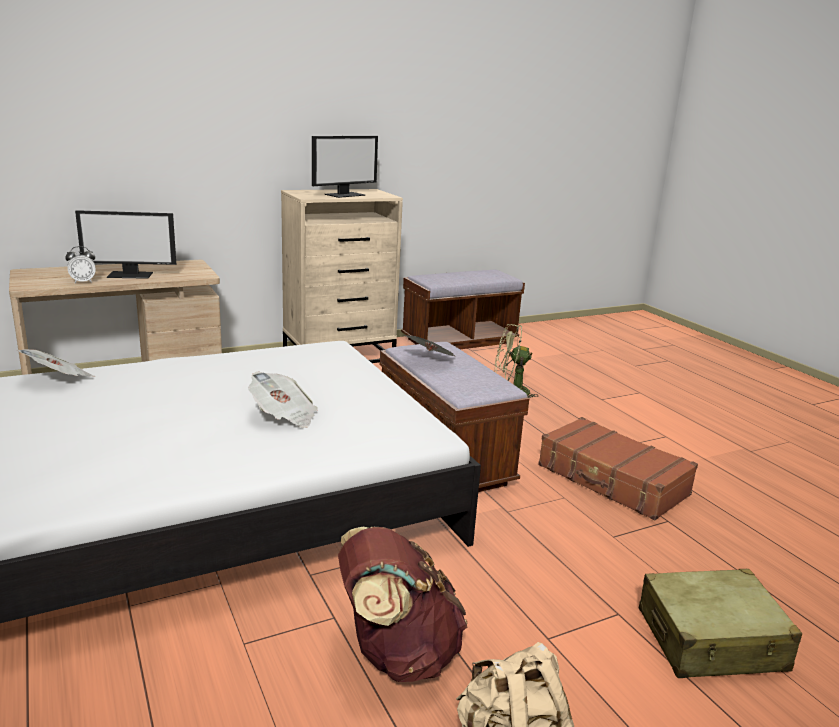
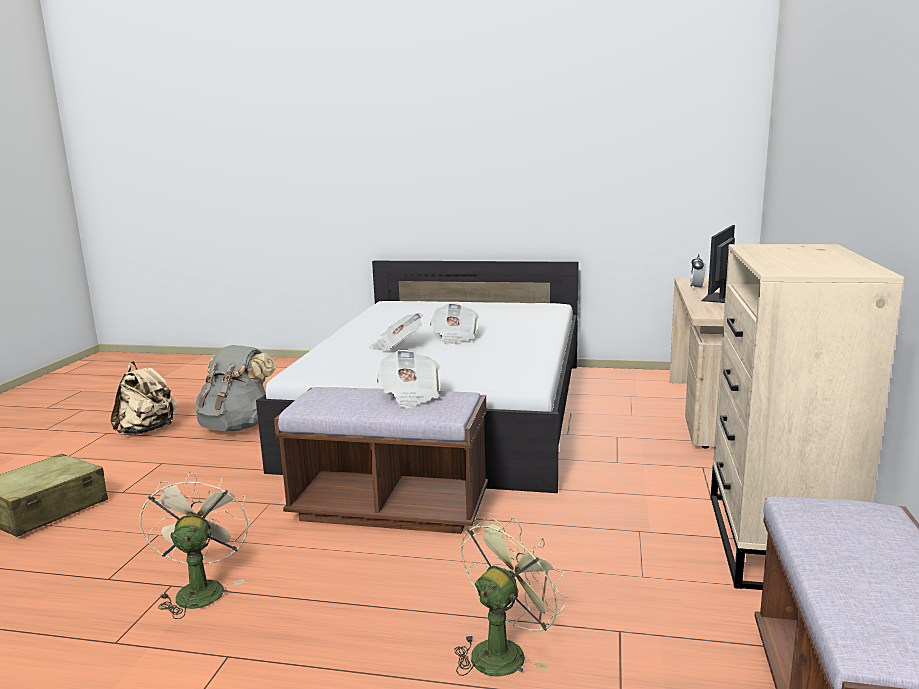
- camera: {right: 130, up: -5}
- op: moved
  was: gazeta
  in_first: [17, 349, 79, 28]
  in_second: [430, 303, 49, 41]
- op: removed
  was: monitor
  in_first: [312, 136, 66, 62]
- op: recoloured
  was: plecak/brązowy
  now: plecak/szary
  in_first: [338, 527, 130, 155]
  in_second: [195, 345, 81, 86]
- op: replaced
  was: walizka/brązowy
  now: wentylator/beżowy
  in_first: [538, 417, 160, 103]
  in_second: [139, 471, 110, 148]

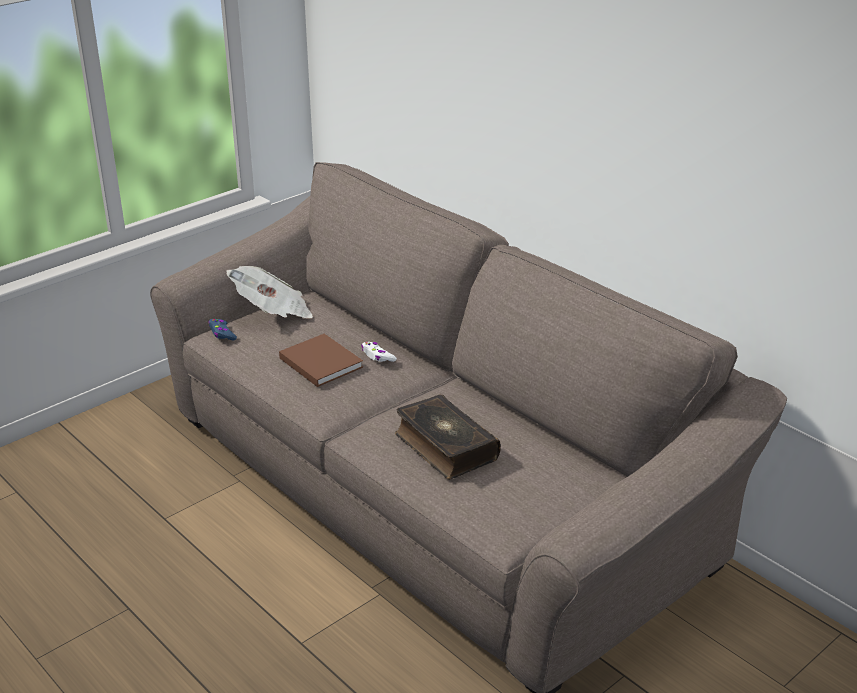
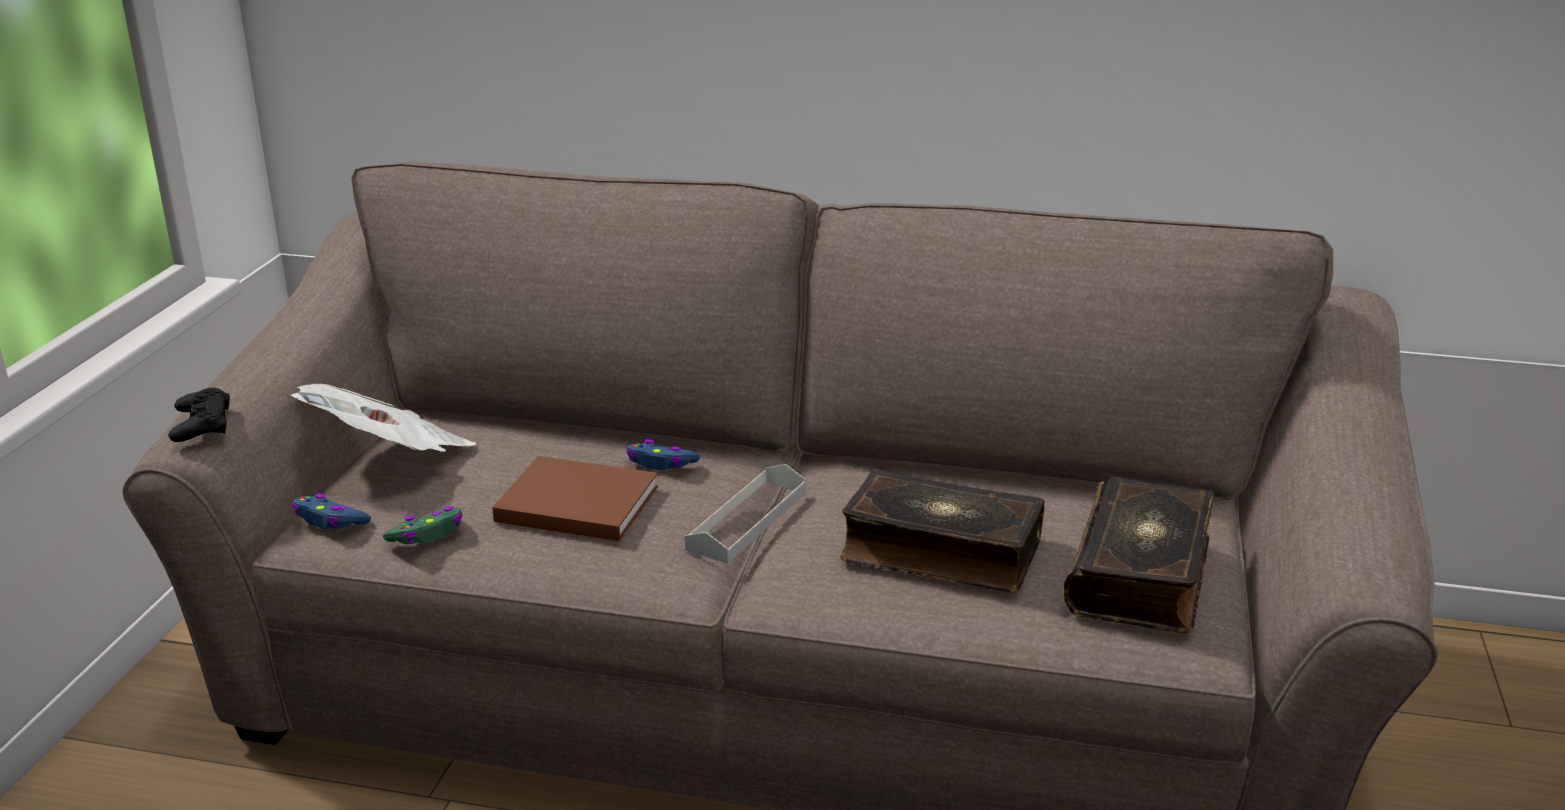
- camera: {right: -35, up: -5}
- op: recoloured
  was: pad do gier/biały
  now: pad do gier/niebieski
  in_first: [361, 342, 36, 20]
  in_second: [626, 439, 74, 31]
- op: added
  now: pad do gier/czarny
  in_second: [168, 388, 62, 54]
- op: added
  now: pad do gier/zielony
  in_second: [383, 506, 80, 38]
- op: added
  now: taca/szary
  in_second: [685, 464, 121, 100]
- op: added
  now: książka
  in_second: [1063, 477, 152, 156]

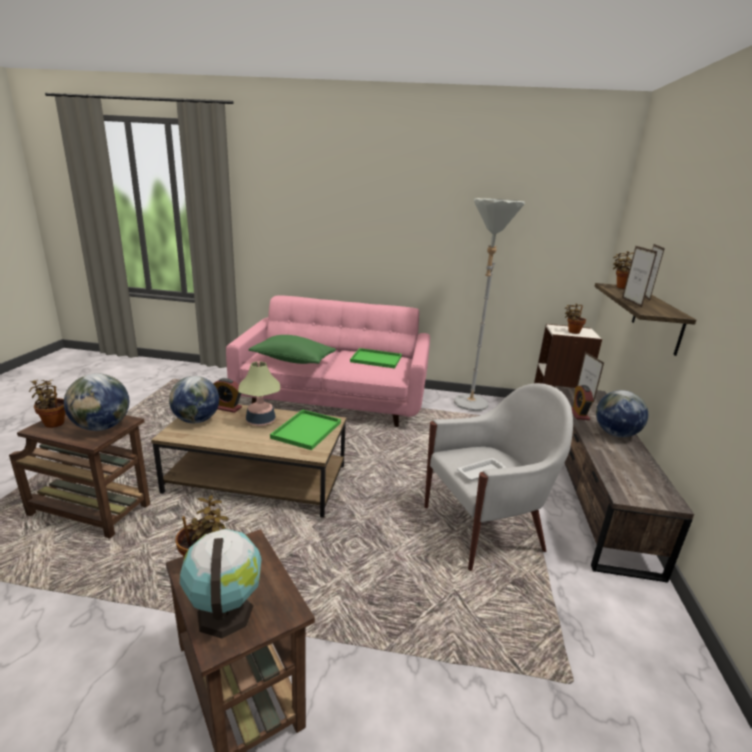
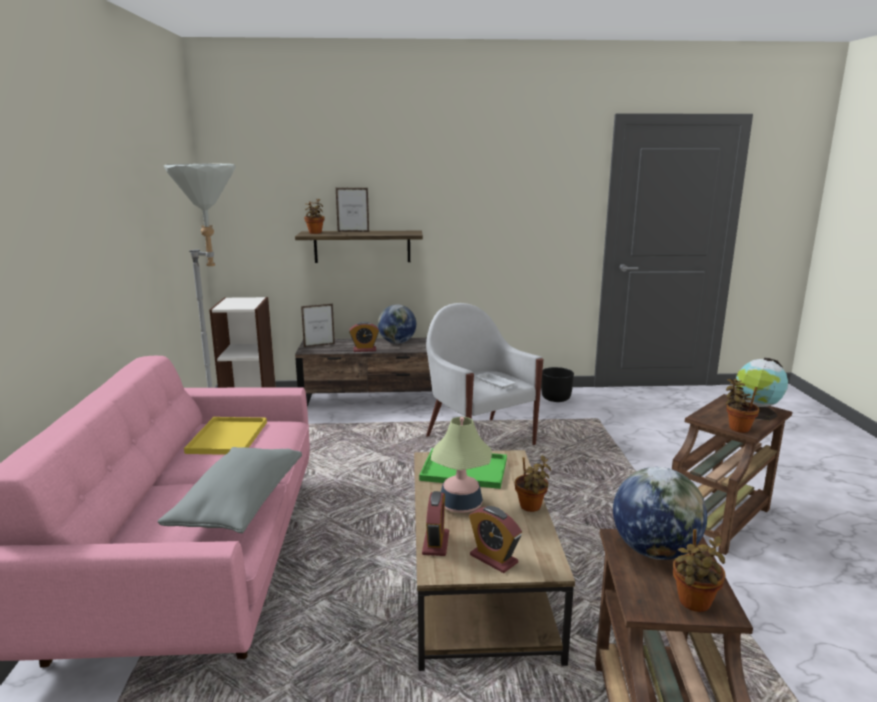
- camera: {right: -100, up: -5}
- op: replaced
  was: globus
  now: budzik
  in_first: [169, 376, 50, 47]
  in_second: [469, 506, 53, 67]
- op: recoloured
  was: poduszka/zielony
  now: poduszka/szary
  in_first: [249, 335, 87, 29]
  in_second: [157, 447, 145, 86]
- op: recoloured
  was: taca/zielony
  now: taca/żółty
  in_first: [350, 348, 52, 21]
  in_second: [184, 417, 83, 38]
- op: moved
  was: roślina doniczkowa
  in_first: [565, 304, 21, 30]
  in_second: [515, 455, 36, 57]
- op: removed
  was: ramka na zdjęcie
  in_first: [622, 246, 36, 61]
- op: added
  now: donica/czarny
  in_second: [541, 367, 33, 35]

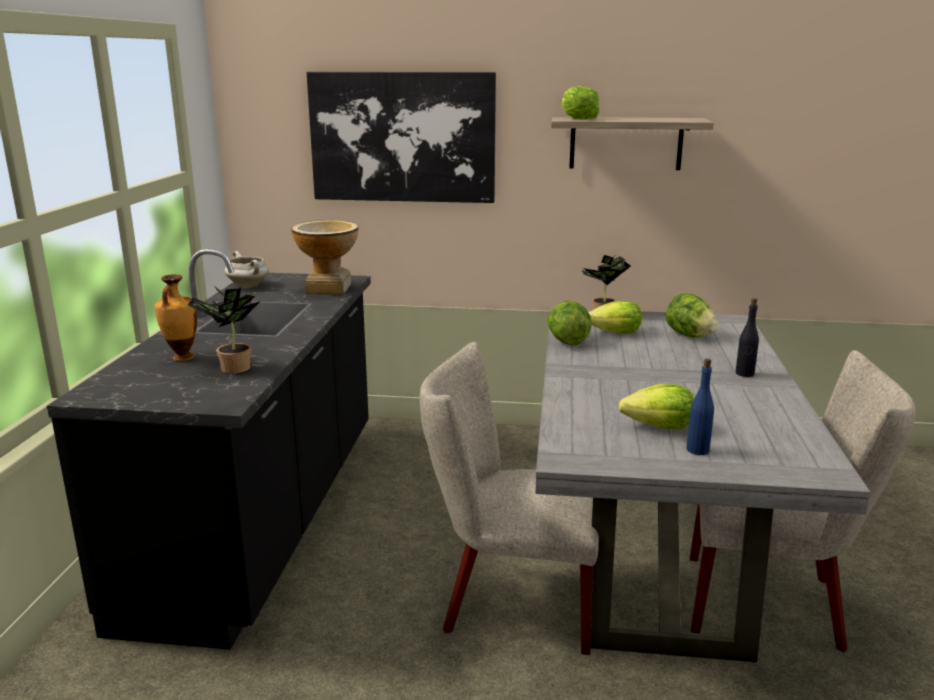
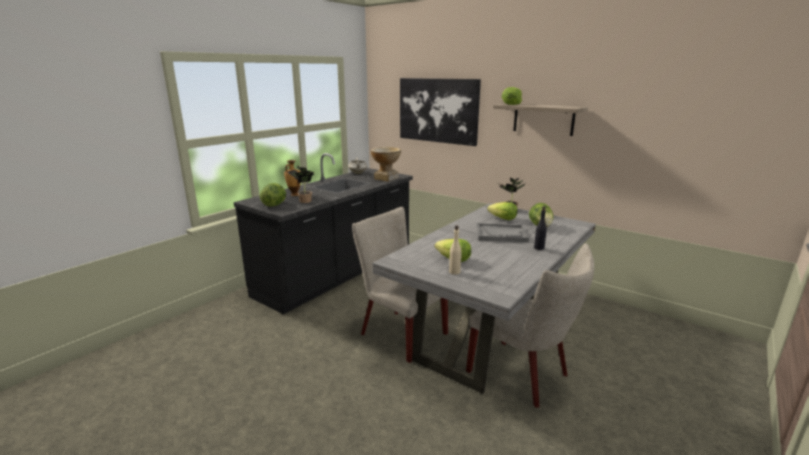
- camera: {right: 30, up: 0}
- op: moved
  was: sałata
  in_first: [548, 300, 44, 46]
  in_second: [260, 183, 26, 24]
- op: recoloured
  was: butelka/niebieski
  now: butelka/beżowy
  in_first: [686, 358, 28, 97]
  in_second: [449, 225, 13, 50]
- op: added
  now: taca/szary
  in_second: [477, 223, 52, 20]

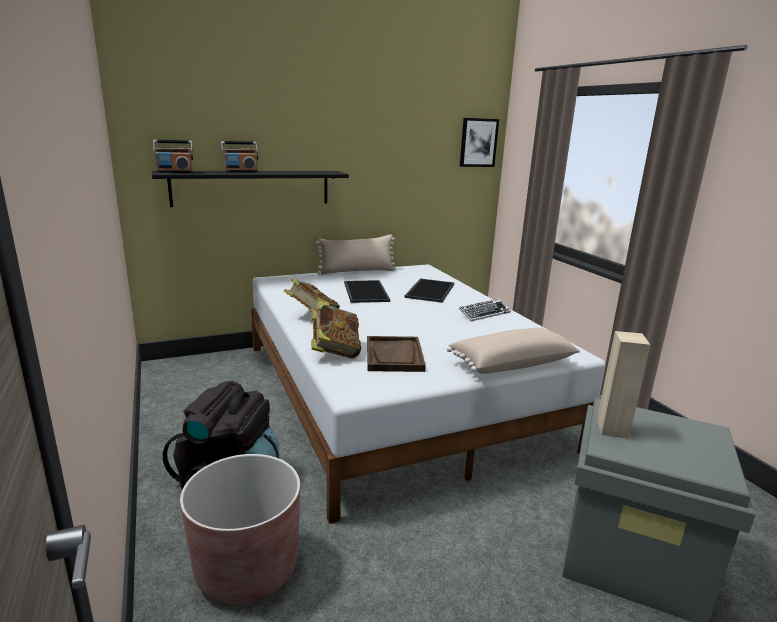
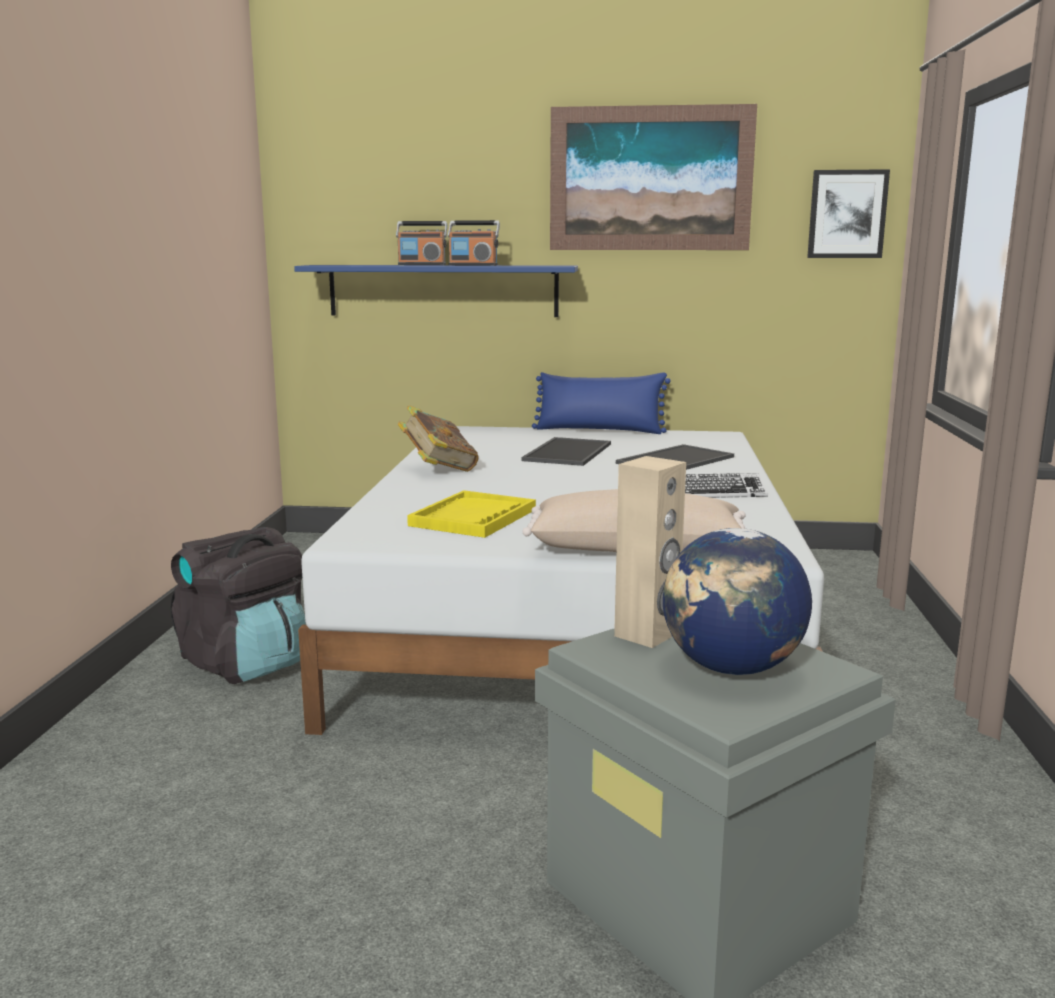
- camera: {right: 30, up: -5}
- op: recoloured
  was: półka/czarny
  now: półka/niebieski
  in_first: [152, 171, 197, 36]
  in_second: [294, 265, 284, 52]
- op: moved
  was: radio
  in_first: [153, 140, 40, 33]
  in_second: [448, 220, 52, 46]
- op: removed
  was: donica/brązowy
  in_first: [180, 454, 120, 151]
- op: removed
  was: książka
  in_first: [311, 301, 50, 57]
- op: recoloured
  was: poduszka/beżowy
  now: poduszka/niebieski
  in_first: [316, 234, 80, 41]
  in_second: [532, 372, 139, 62]
- op: recoloured
  was: taca/brązowy
  now: taca/żółty
  in_first: [367, 336, 59, 36]
  in_second: [407, 490, 129, 48]
- op: added
  now: obraz
  in_second: [550, 104, 207, 146]
- op: added
  now: globus
  in_second: [663, 528, 149, 147]

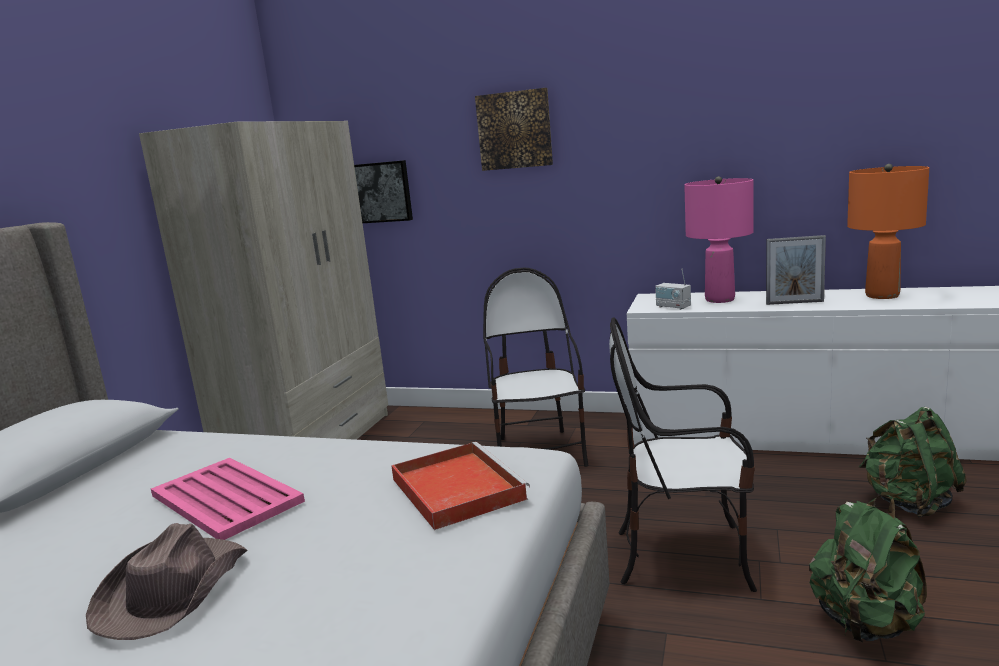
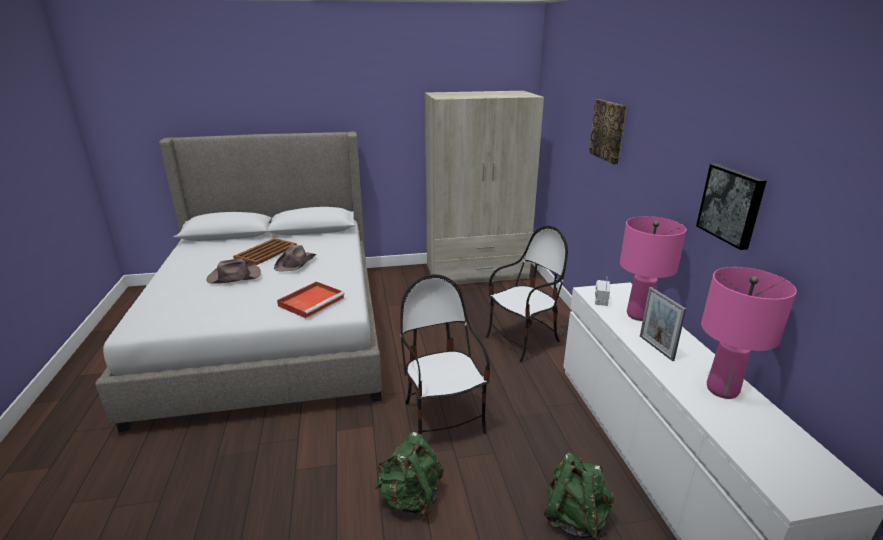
- camera: {right: 60, up: 10}
- op: replaced
  was: taca/różowy
  now: kapelusz/brązowy
  in_first: [151, 458, 154, 82]
  in_second: [274, 245, 42, 27]
- op: moved
  was: obraz
  in_first: [354, 160, 59, 63]
  in_second: [696, 164, 71, 86]
- op: recoloured
  was: lampa stołowa/pomarańczowy
  now: lampa stołowa/różowy
  in_first: [847, 164, 82, 135]
  in_second: [701, 267, 96, 132]
- op: added
  now: taca/brązowy
  in_second: [233, 238, 64, 27]

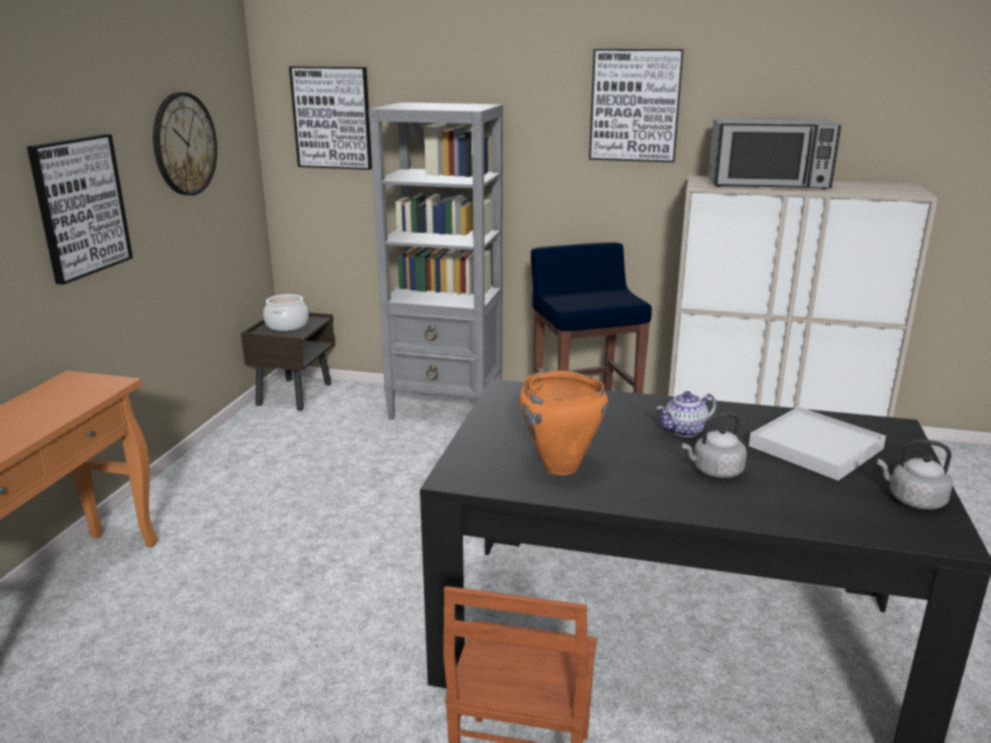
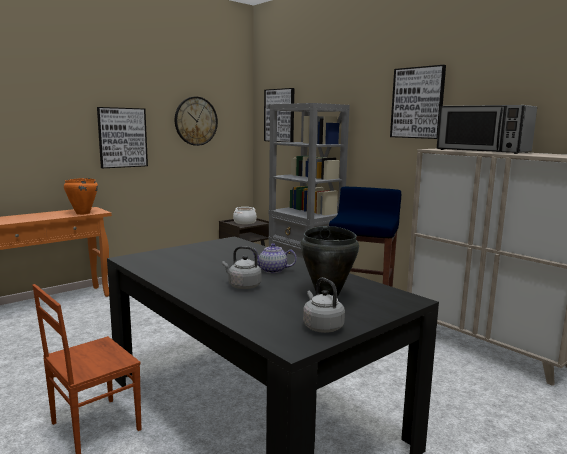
- camera: {right: 35, up: -10}
- op: moved
  was: garnek/pomarańczowy
  in_first: [519, 370, 89, 105]
  in_second: [64, 178, 34, 37]
- op: replaced
  was: taca/biały
  now: garnek/czarny
  in_first: [749, 407, 137, 74]
  in_second: [301, 226, 58, 70]

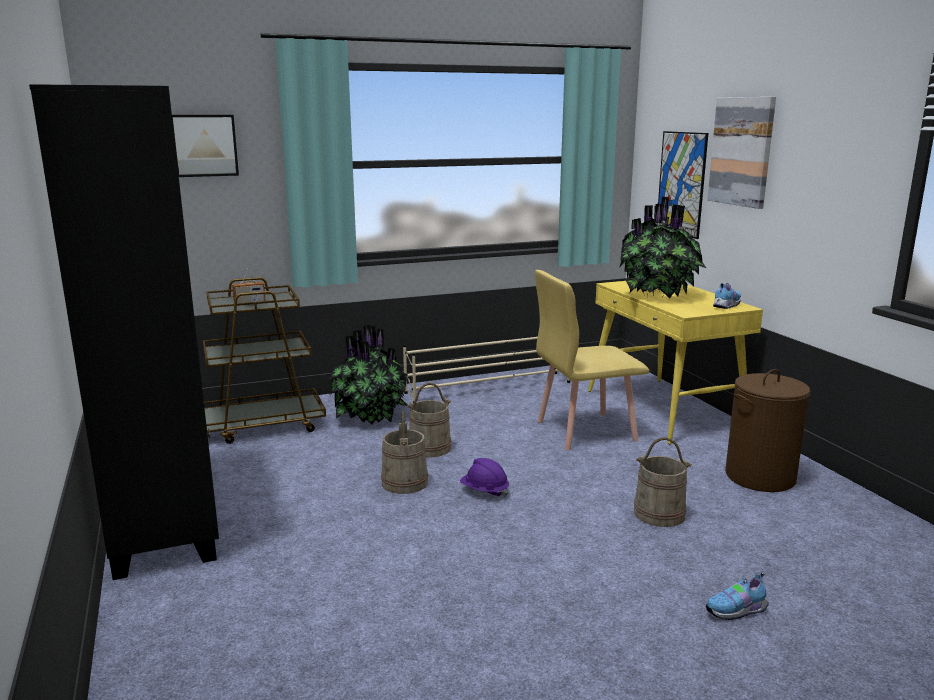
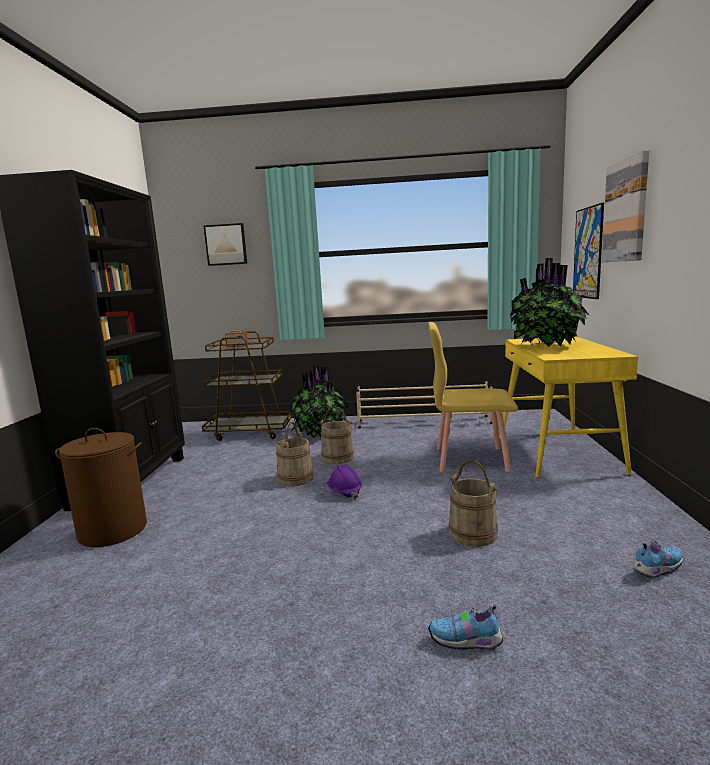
- camera: {right: 25, up: -5}
- op: moved
  was: but
  in_first: [713, 283, 28, 26]
  in_second: [633, 541, 50, 38]
- op: moved
  was: kosz na pranie/brązowy
  in_first: [725, 369, 85, 123]
  in_second: [55, 428, 92, 119]

